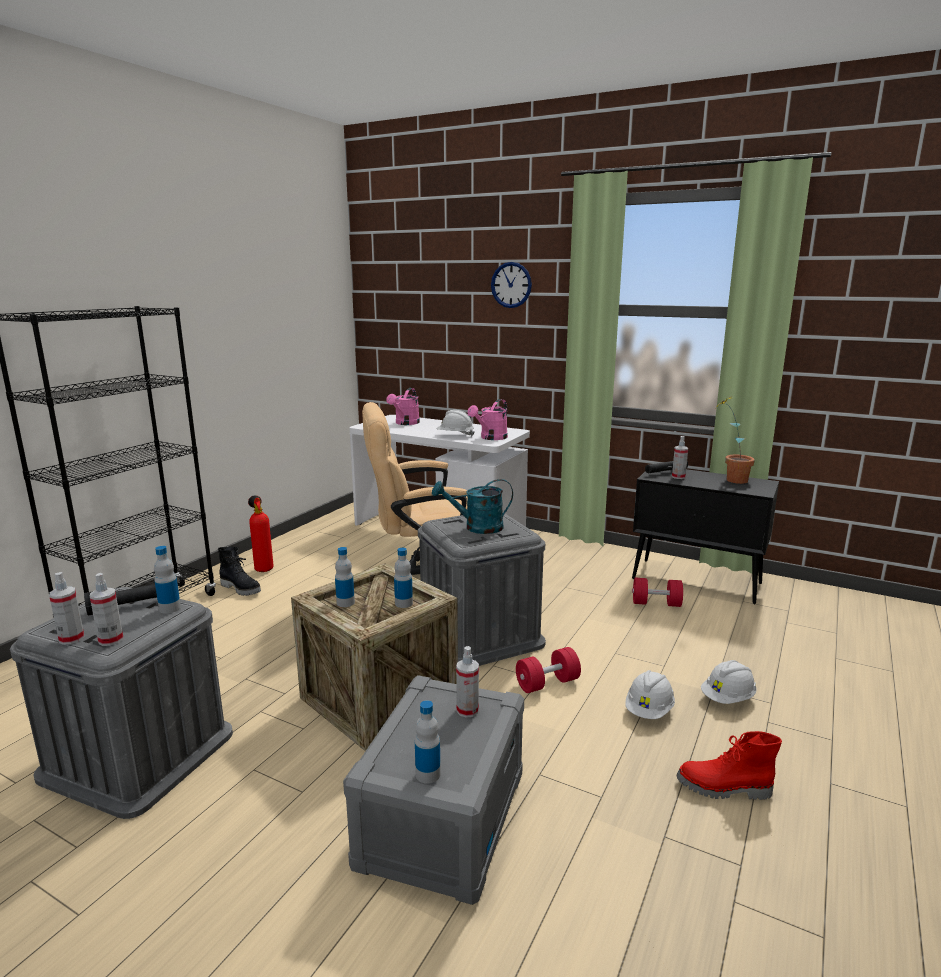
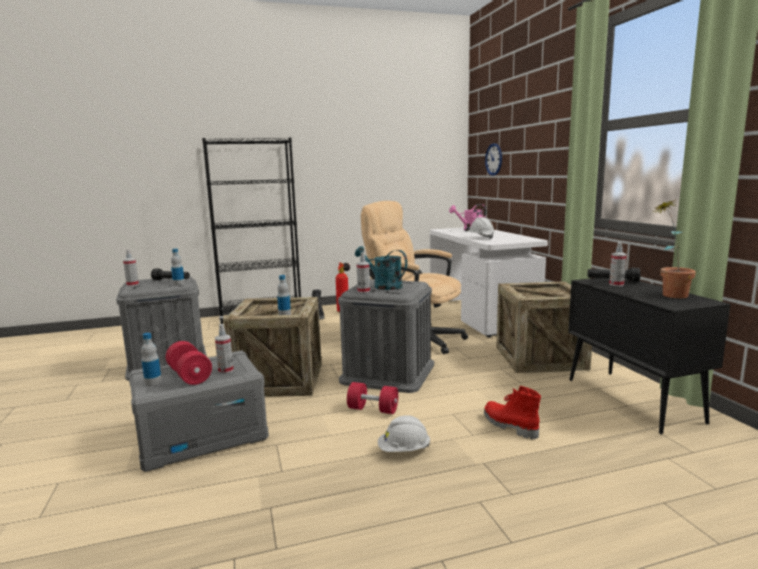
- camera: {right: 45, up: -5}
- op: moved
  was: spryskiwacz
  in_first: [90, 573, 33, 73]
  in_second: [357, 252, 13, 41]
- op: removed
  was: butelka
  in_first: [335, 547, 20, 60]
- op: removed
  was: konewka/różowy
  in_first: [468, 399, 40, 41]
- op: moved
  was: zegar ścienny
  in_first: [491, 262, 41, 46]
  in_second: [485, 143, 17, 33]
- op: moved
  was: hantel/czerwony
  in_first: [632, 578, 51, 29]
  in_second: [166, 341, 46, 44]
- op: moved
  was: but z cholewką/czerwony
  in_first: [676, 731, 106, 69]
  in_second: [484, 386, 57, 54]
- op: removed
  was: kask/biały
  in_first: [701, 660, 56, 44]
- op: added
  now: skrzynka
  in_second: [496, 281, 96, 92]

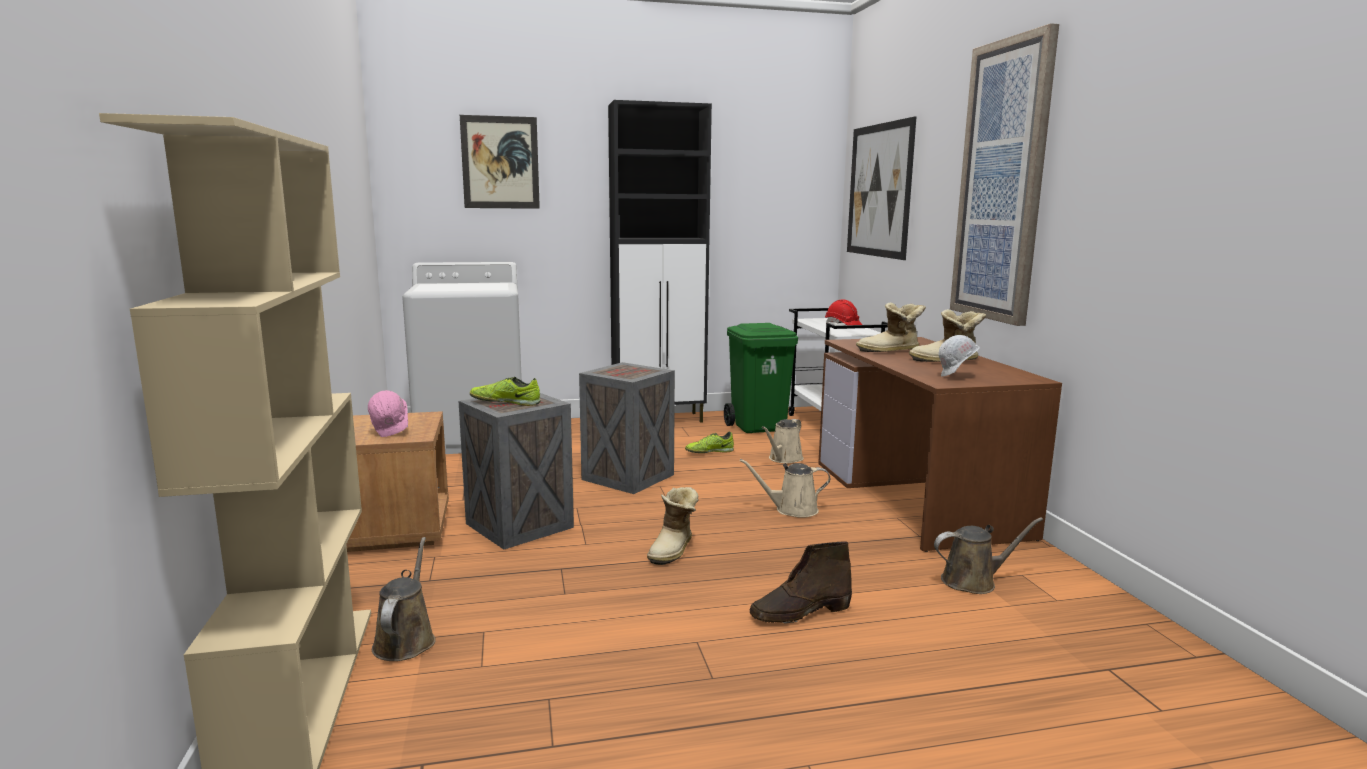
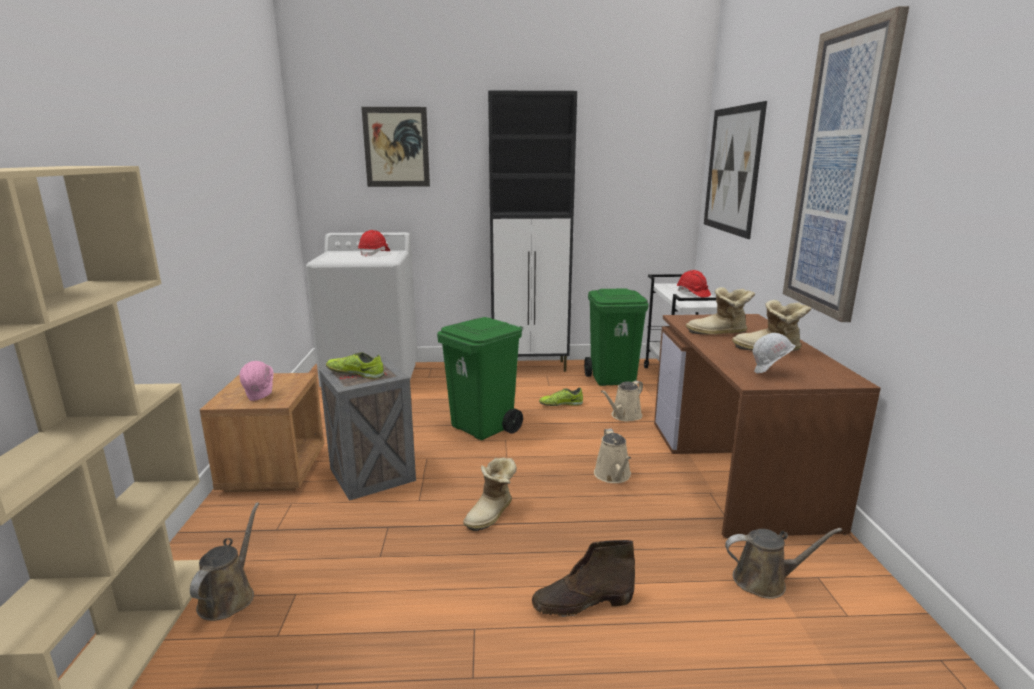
- camera: {right: 10, up: 5}
- op: replaced
  was: skrzynka
  now: kosz na śmieci/zielony
  in_first: [579, 362, 96, 132]
  in_second: [437, 317, 86, 123]
- op: turned
  was: konewka/beżowy
  in_first: [740, 459, 90, 59]
  in_second: [594, 429, 37, 54]
  clockwise: -105
- op: added
  now: kask/czerwony
  in_second: [358, 230, 32, 27]

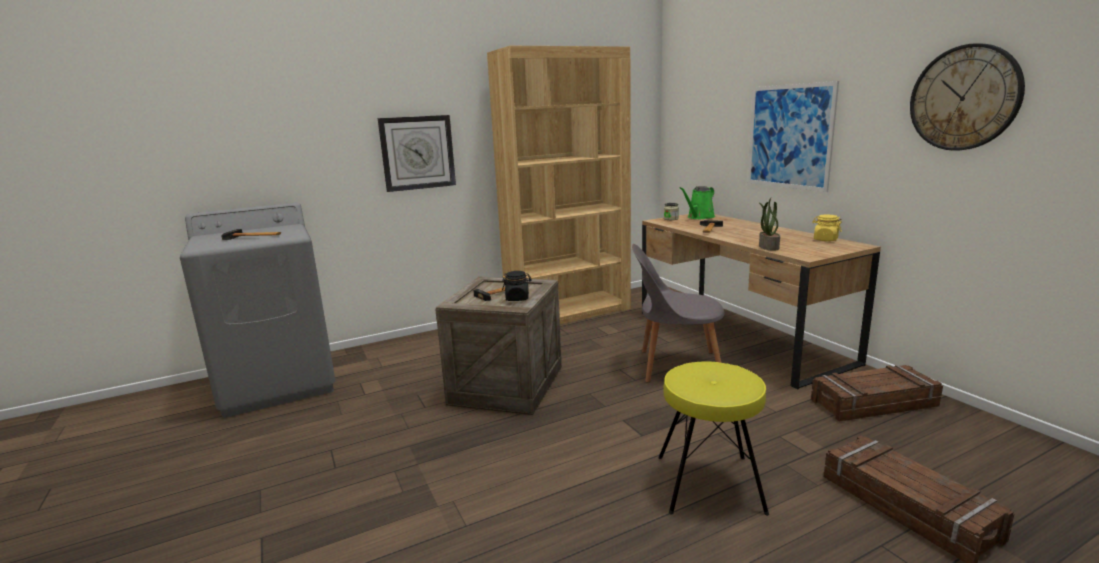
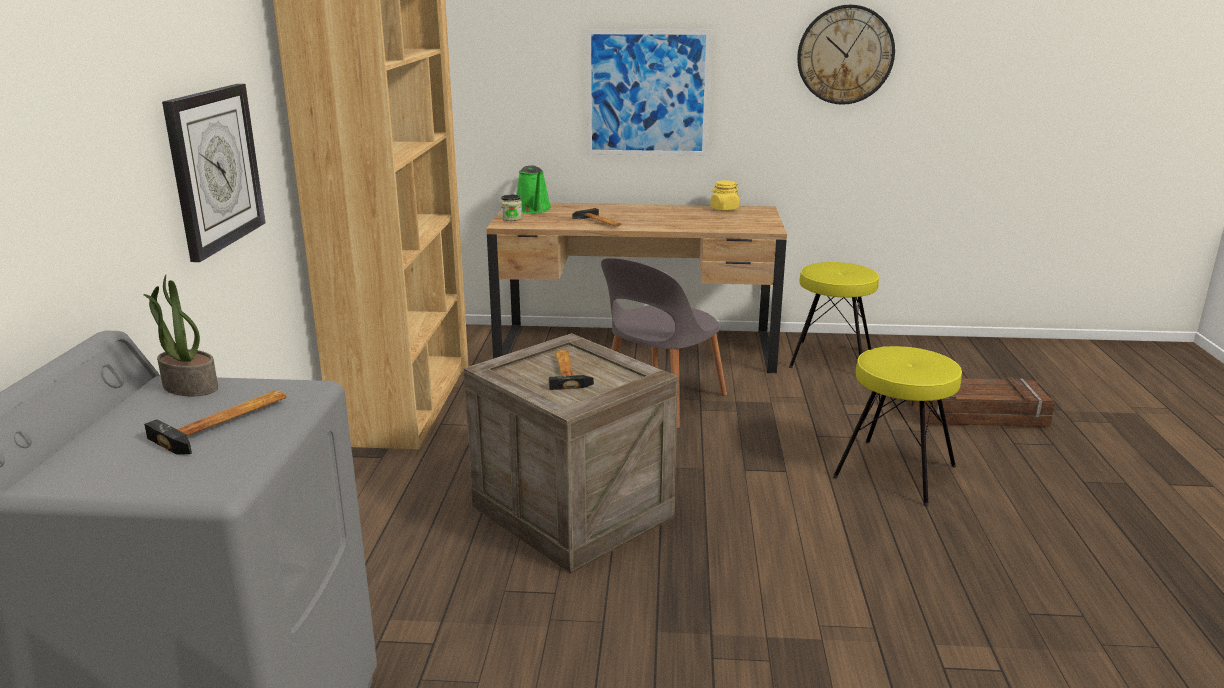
- camera: {right: -60, up: 5}
- op: removed
  was: słoik/czarny
  in_first: [502, 271, 29, 30]
- op: moved
  was: roślina doniczkowa
  in_first: [759, 198, 21, 53]
  in_second: [143, 275, 75, 121]
- op: replaced
  was: skrzynka
  now: stołek/żółty
  in_first: [811, 365, 132, 56]
  in_second: [789, 262, 90, 106]

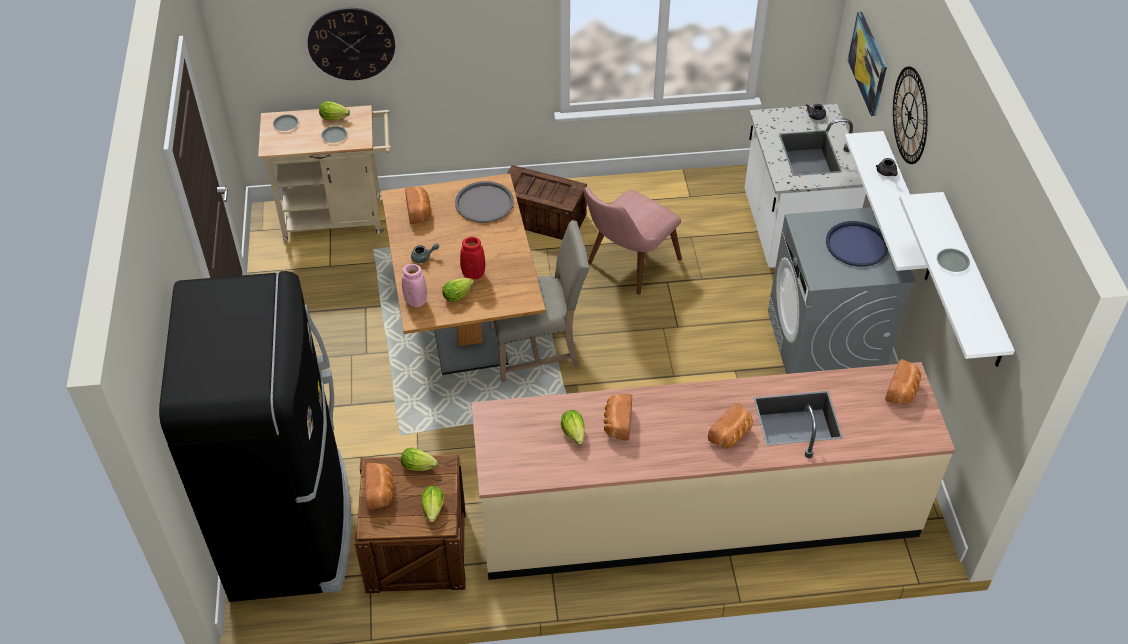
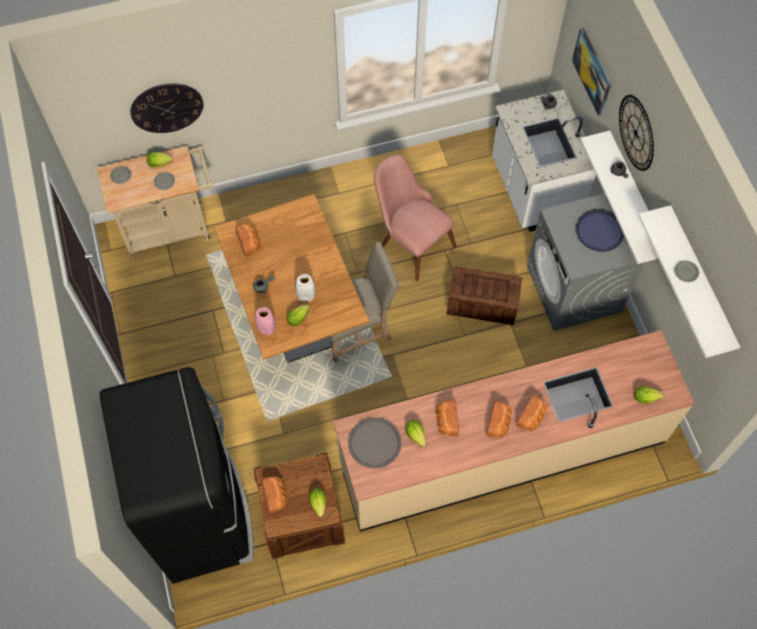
- camera: {right: -10, up: 15}
- op: moved
  was: sałata
  in_first: [401, 447, 37, 24]
  in_second: [634, 386, 30, 18]
- op: moved
  was: taca/szary
  in_first: [455, 181, 59, 42]
  in_second: [348, 417, 54, 51]
- op: recoloured
  was: wazon/czerwony
  now: wazon/biały
  in_first: [460, 237, 25, 42]
  in_second: [295, 274, 21, 28]
- op: moved
  was: skrzynka
  in_first: [507, 165, 80, 75]
  in_second: [447, 266, 75, 59]
- op: turned
  was: krzesło/różowy
  in_first: [584, 187, 98, 108]
  in_second: [374, 155, 83, 126]
  clockwise: 105
- op: moved
  was: chleb
  in_first: [885, 359, 36, 46]
  in_second: [486, 400, 26, 37]

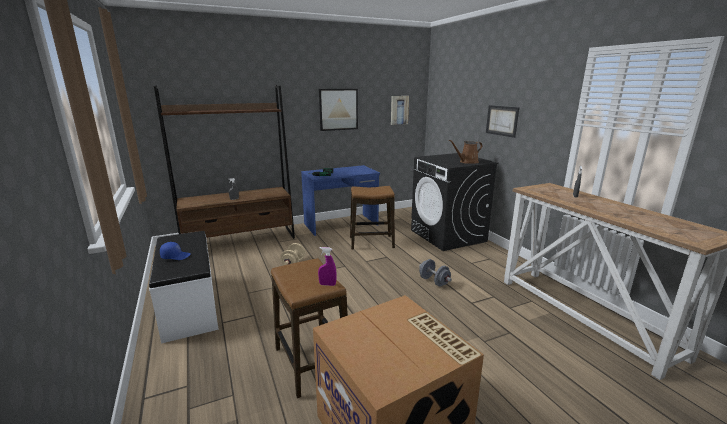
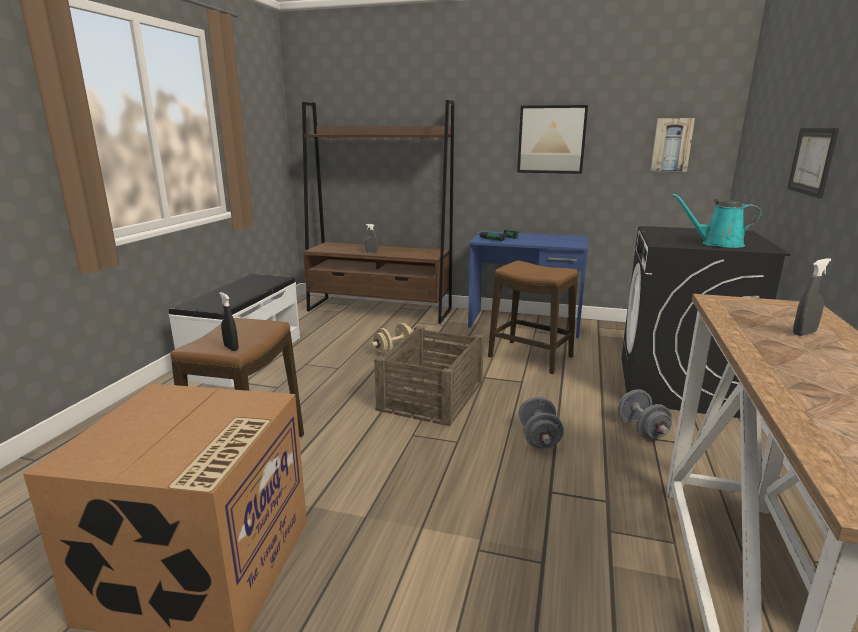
- camera: {right: 40, up: 0}
- op: removed
  was: czapka z daszkiem/niebieski
  in_first: [160, 242, 31, 18]
- op: recoloured
  was: spryskiwacz/fioletowy
  now: spryskiwacz/czarny
  in_first: [318, 247, 19, 39]
  in_second: [219, 292, 19, 59]
- op: recoloured
  was: konewka/brązowy
  now: konewka/turkusowy
  in_first: [449, 140, 34, 24]
  in_second: [672, 194, 90, 54]
- op: added
  now: skrzynka
  in_second: [374, 326, 110, 100]
- op: added
  now: hantel/szary
  in_second: [618, 389, 55, 51]

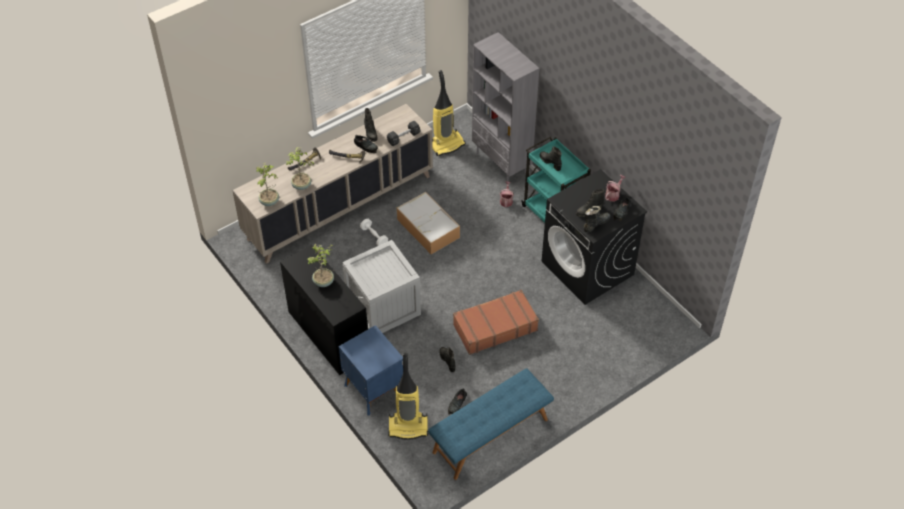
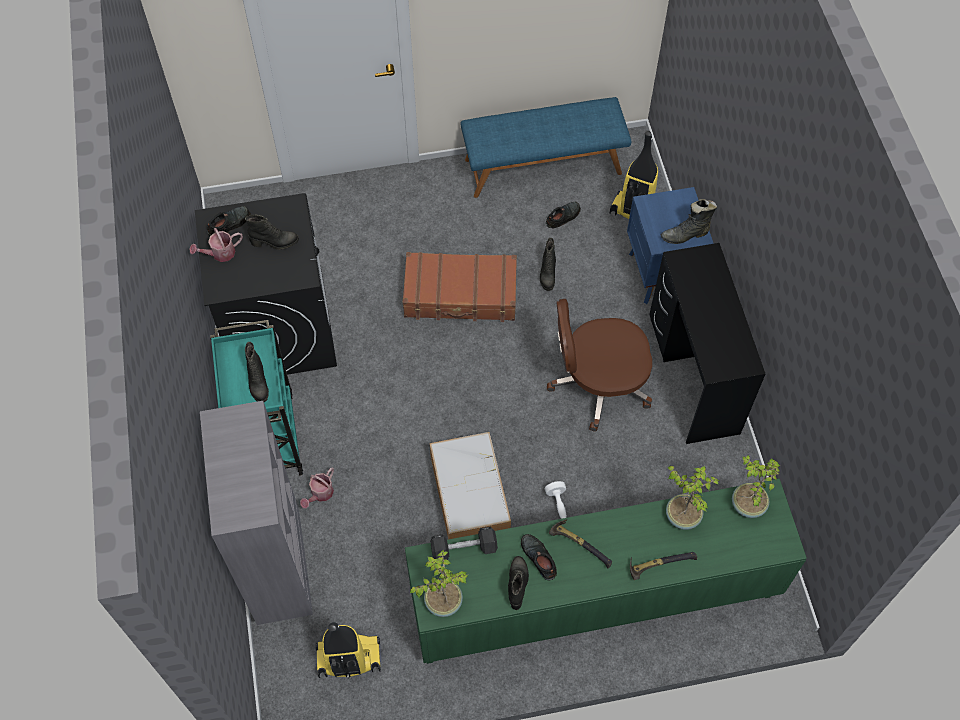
- camera: {right: -155, up: 10}
- op: recoloured
  was: szafka/beżowy
  now: szafka/zielony
  in_first: [232, 104, 201, 160]
  in_second: [405, 479, 402, 185]
- op: moved
  was: roślina doniczkowa
  in_first: [307, 244, 27, 43]
  in_second: [410, 549, 58, 68]
- op: replaced
  was: skrzynka
  now: krzesło biurowe/brązowy
  in_first: [342, 240, 79, 93]
  in_second: [547, 299, 105, 132]
- op: moved
  was: but z cholewką/czarny
  in_first: [584, 206, 26, 27]
  in_second: [661, 199, 56, 45]

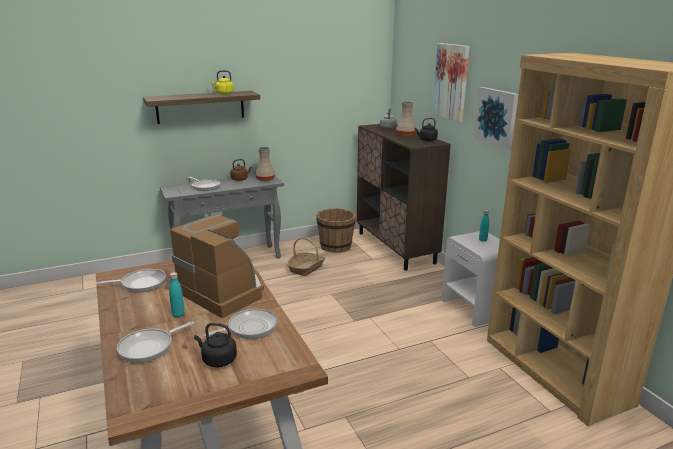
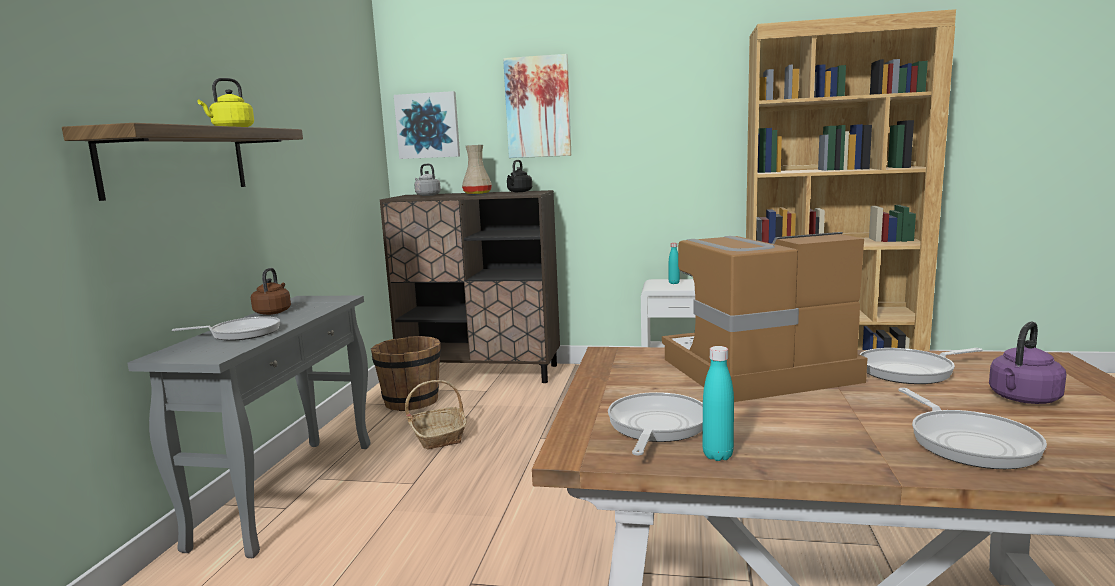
- camera: {right: -55, up: -10}
- op: moved
  was: butelka/turkusowy
  in_first: [169, 272, 16, 46]
  in_second: [702, 346, 32, 115]
- op: recoloured
  was: czajnik/czarny
  now: czajnik/fioletowy
  in_first: [194, 323, 43, 44]
  in_second: [989, 321, 78, 83]
- op: turned
  was: patelnia
  in_first: [204, 309, 74, 30]
  in_second: [859, 348, 124, 36]
  clockwise: -105
- op: removed
  was: wazon/beżowy
  in_first: [255, 147, 20, 34]
- op: moved
  was: obraz
  in_first: [474, 87, 45, 63]
  in_second: [394, 91, 66, 68]

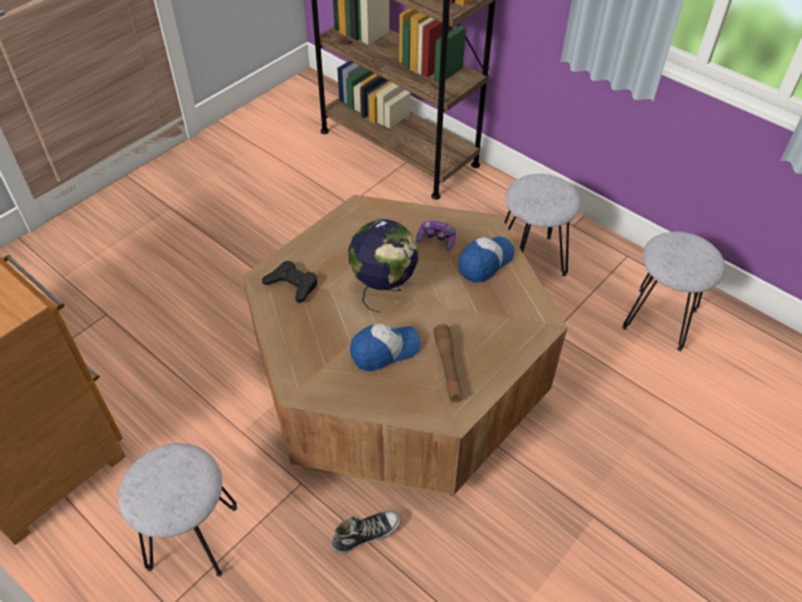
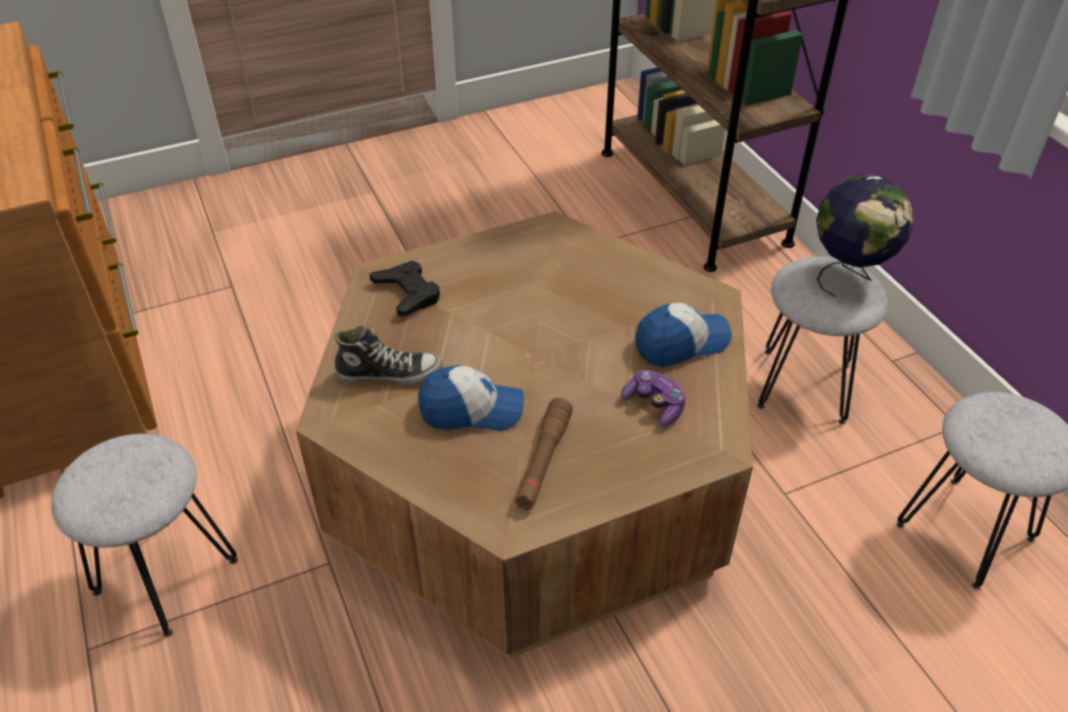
- camera: {right: 25, up: -5}
- op: moved
  was: but
  in_first: [332, 511, 69, 43]
  in_second: [335, 326, 108, 59]
- op: moved
  was: globus
  in_first: [348, 219, 70, 94]
  in_second: [816, 174, 97, 123]
- op: moved
  was: pad do gier
  in_first: [417, 221, 39, 29]
  in_second: [621, 370, 65, 57]

